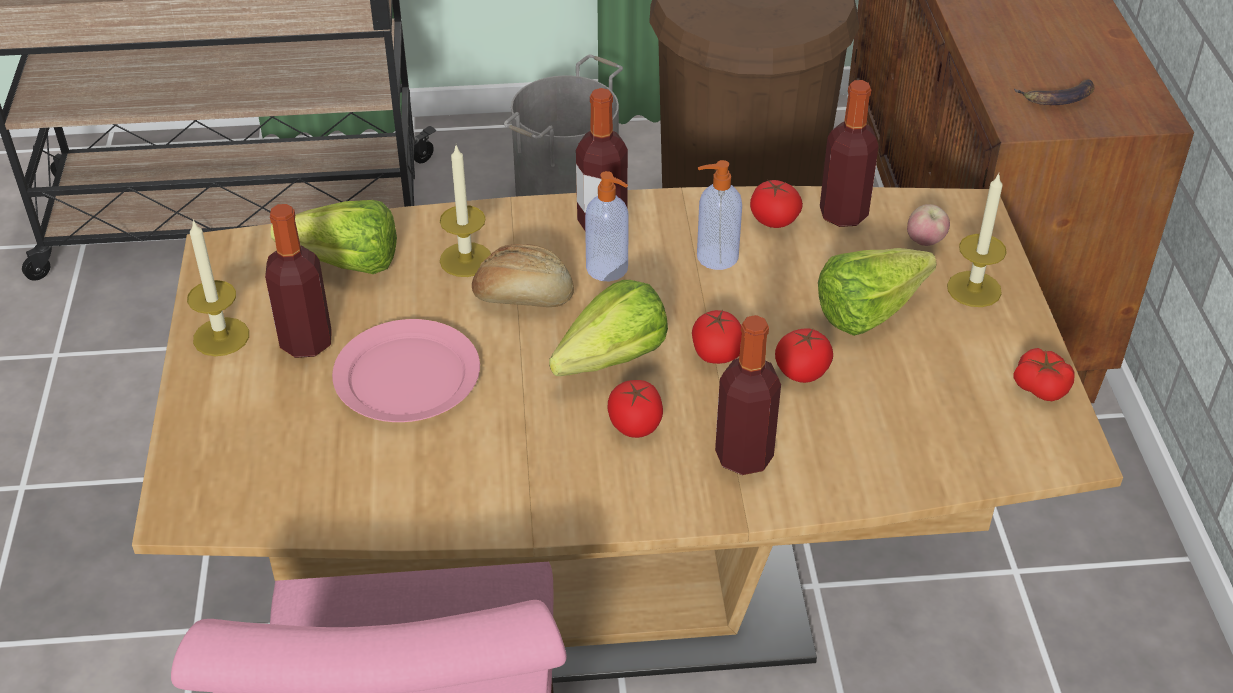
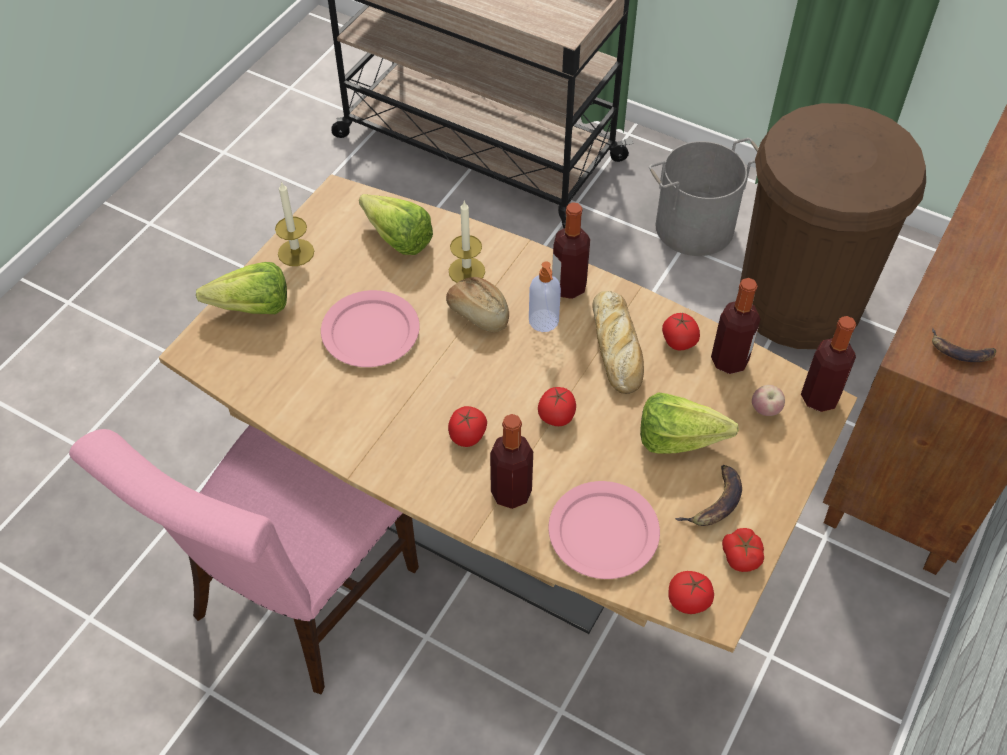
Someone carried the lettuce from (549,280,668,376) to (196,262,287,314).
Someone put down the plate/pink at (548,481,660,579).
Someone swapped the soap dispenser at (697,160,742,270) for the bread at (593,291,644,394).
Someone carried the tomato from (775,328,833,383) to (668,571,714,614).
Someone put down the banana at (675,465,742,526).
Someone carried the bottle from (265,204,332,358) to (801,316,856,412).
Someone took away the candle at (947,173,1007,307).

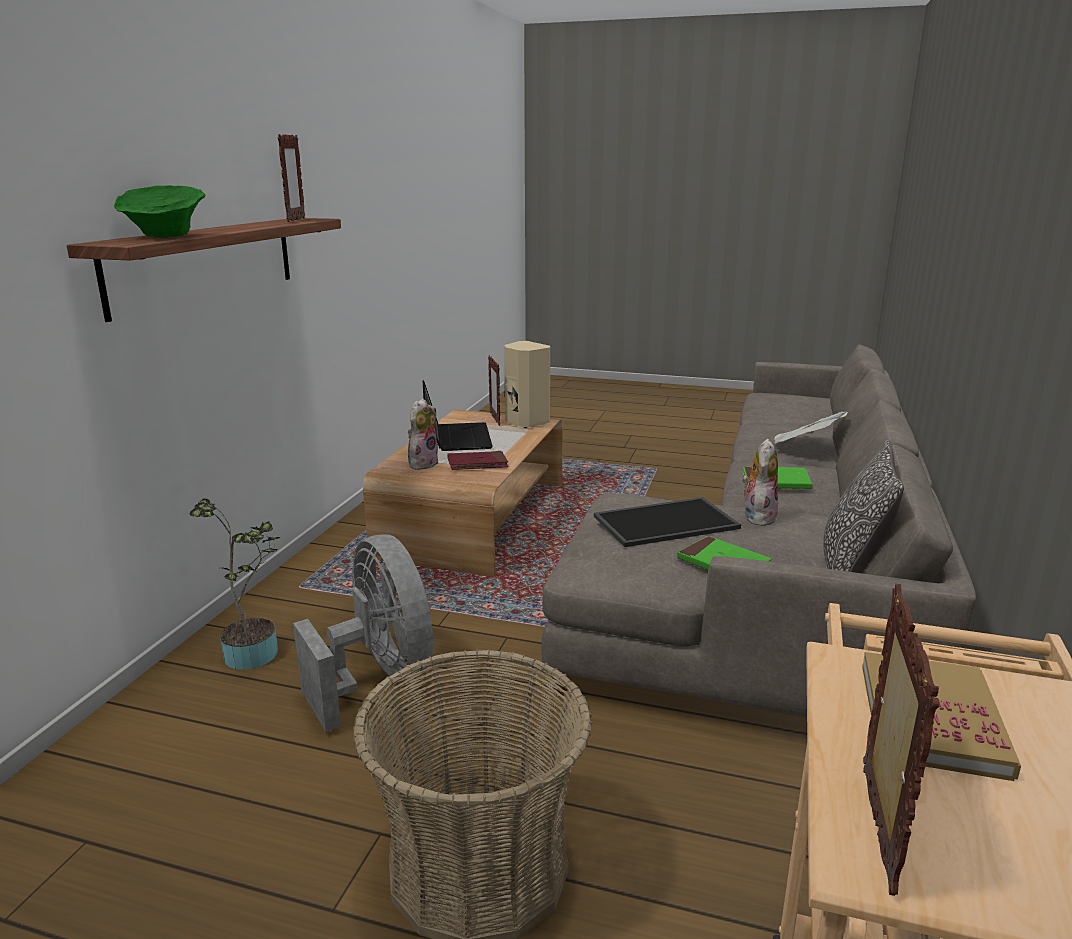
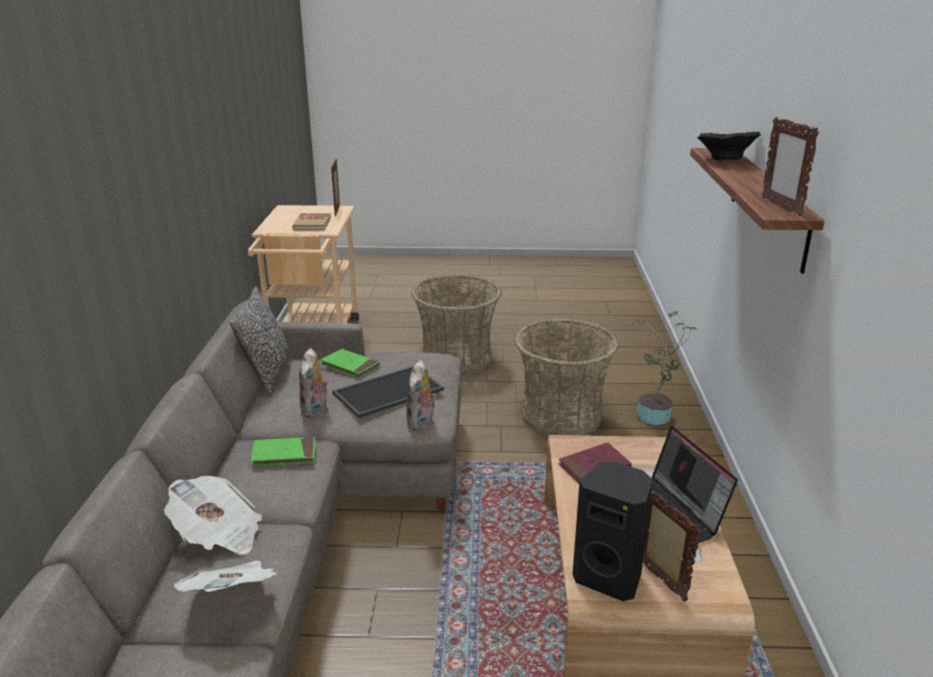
Someone put down the newspaper at (174,561,278,592).
Someone carried the plush toy from (408,399,439,470) to (406,360,436,431).
Someone swapped the fan/grey at (293,534,433,732) for the basket at (514,318,619,435).
Someone repainted the speaker/beige at (504,341,550,428), which became the speaker/black at (573,462,653,601).
Someone repainted the bowl/green at (114,185,205,238), which became the bowl/black at (697,131,761,160).

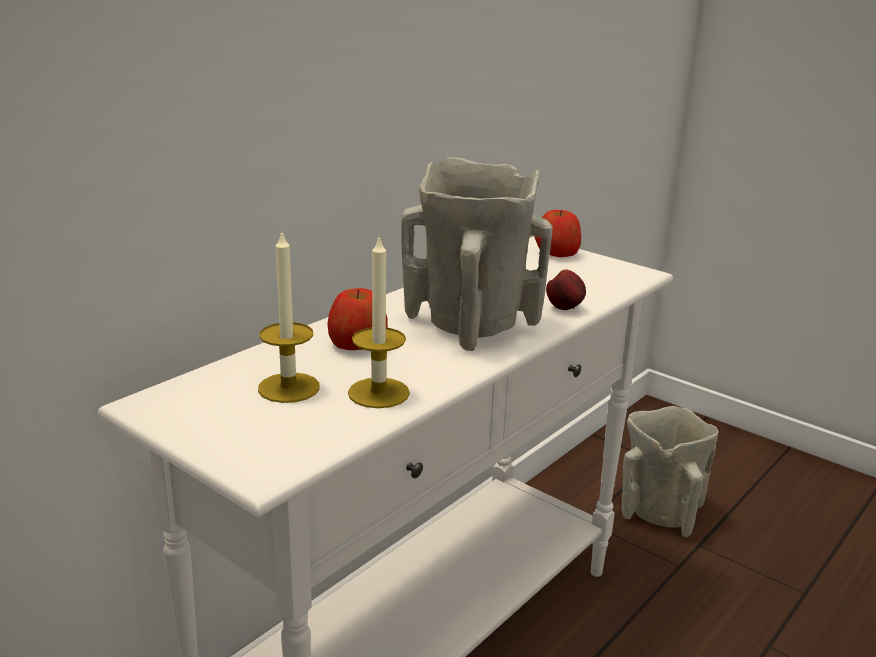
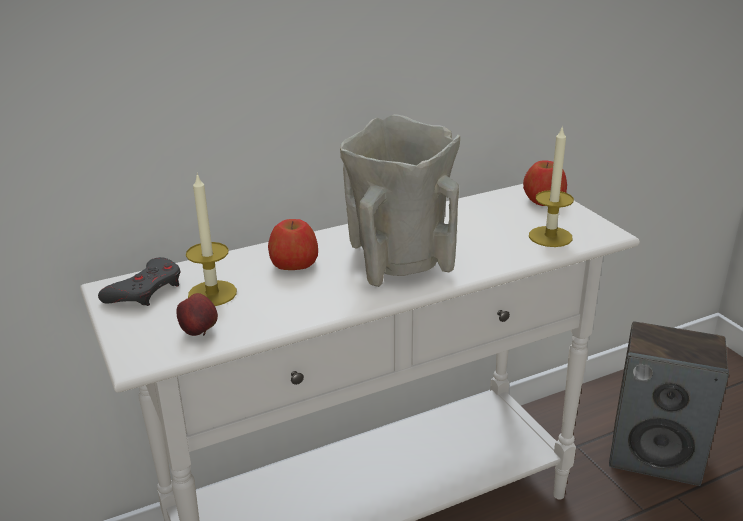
Someone put down the game controller/grey at (98,257,180,306).
Someone carried the apple from (546,270,586,310) to (176,293,218,336).
Someone carried the candle from (348,234,410,408) to (529,125,574,247).
Someone swapped the vase/beige at (621,406,718,537) for the speaker at (609,321,729,486).

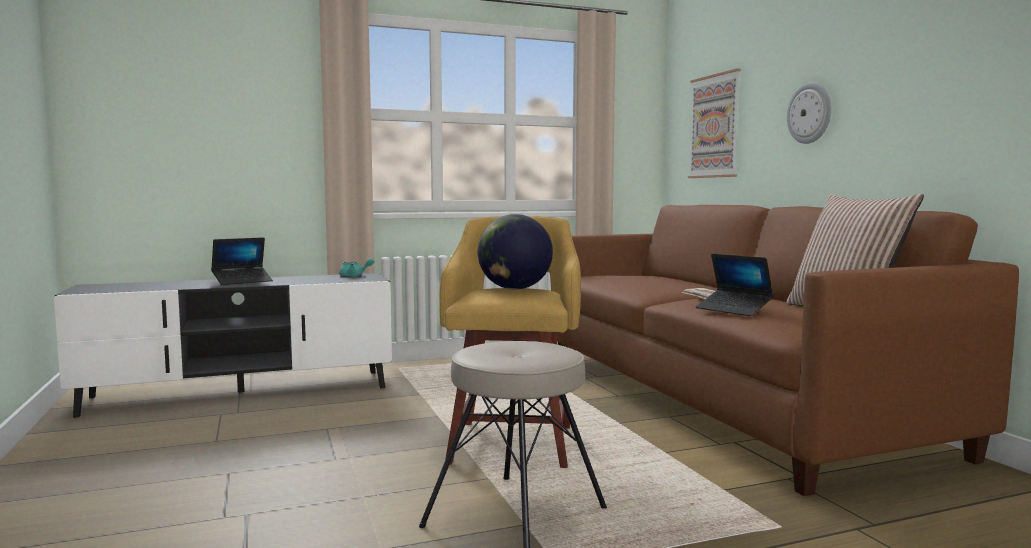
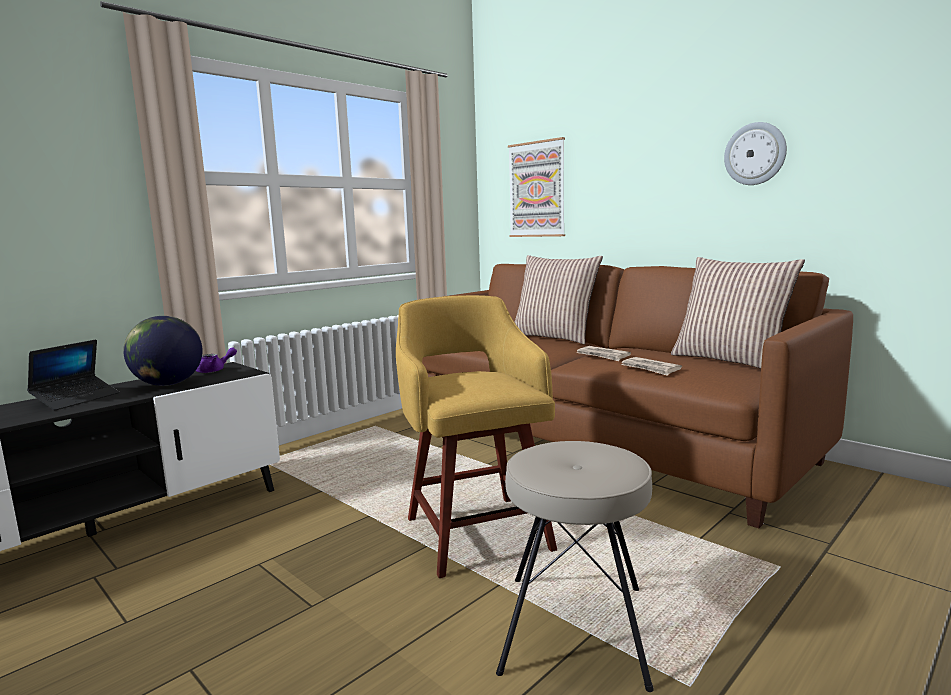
Someone carried the globe from (478,214,553,290) to (123,316,203,386).
Someone repainted the teapot/turquoise at (339,258,375,277), which became the teapot/purple at (196,347,237,373).
Someone put down the pillow at (515,255,603,344).
Someone swapped the laptop at (696,254,774,316) for the newspaper at (621,357,682,376).
Someone carried the wall clock from (787,82,832,144) to (724,122,787,185).

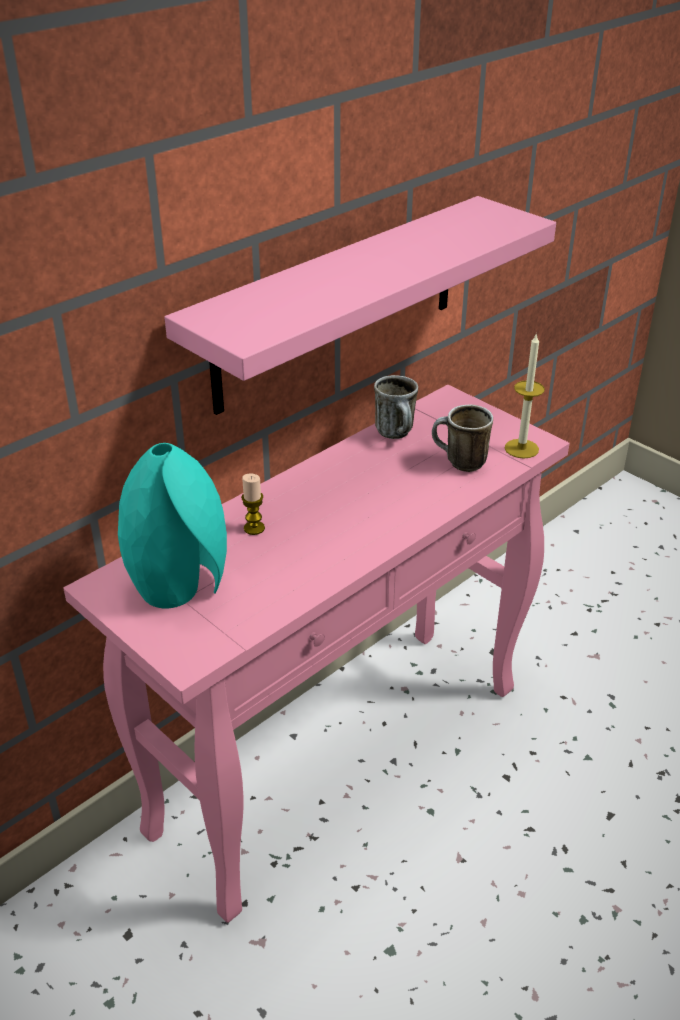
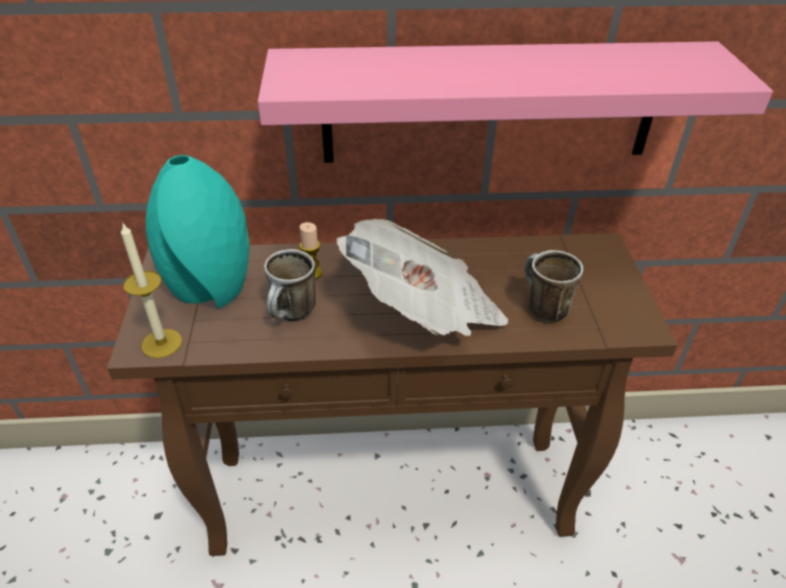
Someone repainted the console table/pink at (63,385,570,923), which became the console table/brown at (107,233,678,556).
Someone carried the candle from (505,333,545,459) to (121,224,182,358).
Someone carried the mug from (374,375,418,439) to (264,249,316,321).
Someone put down the newspaper at (337,219,508,336).

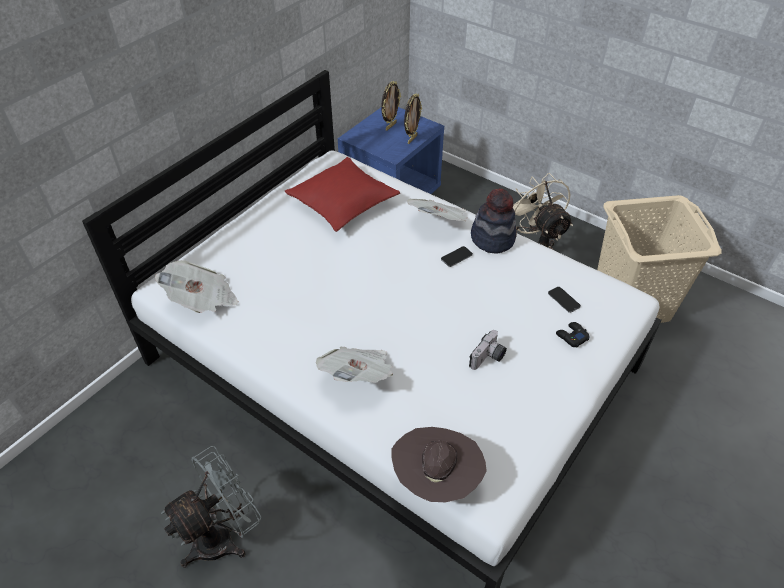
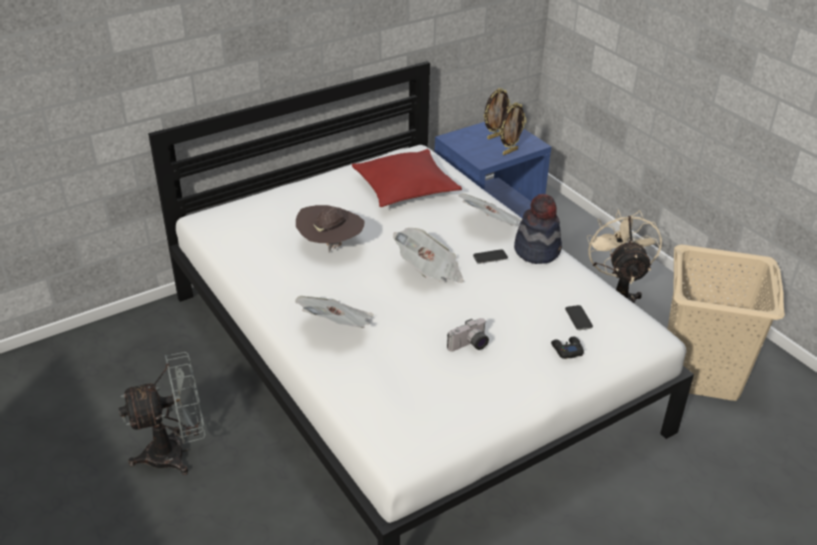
Someone carried the hat/brown from (392,427,487,502) to (296,205,365,253).
Someone carried the newspaper from (155,260,239,313) to (393,228,464,283).

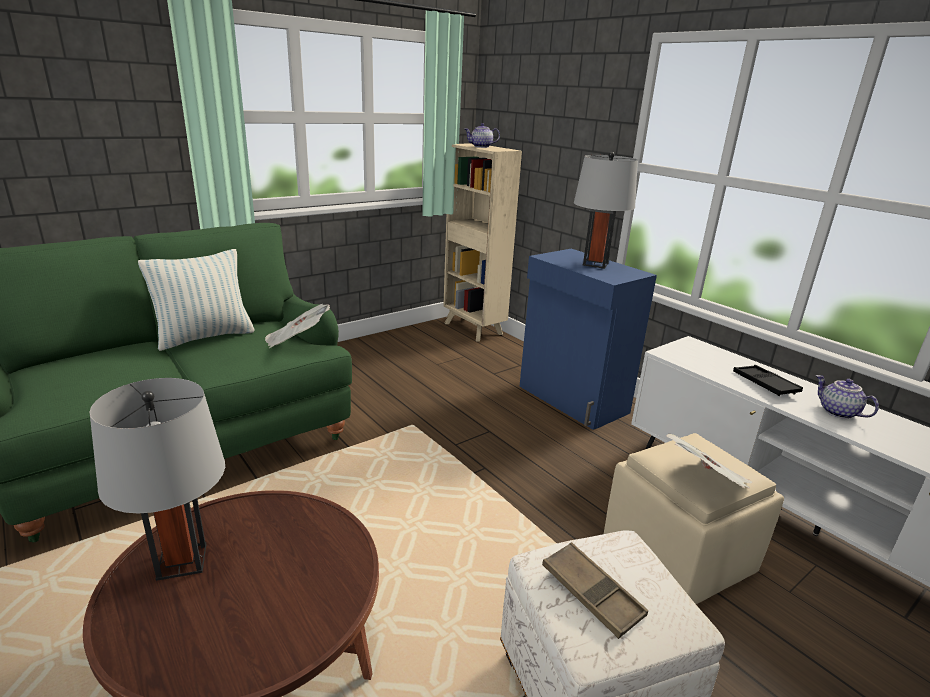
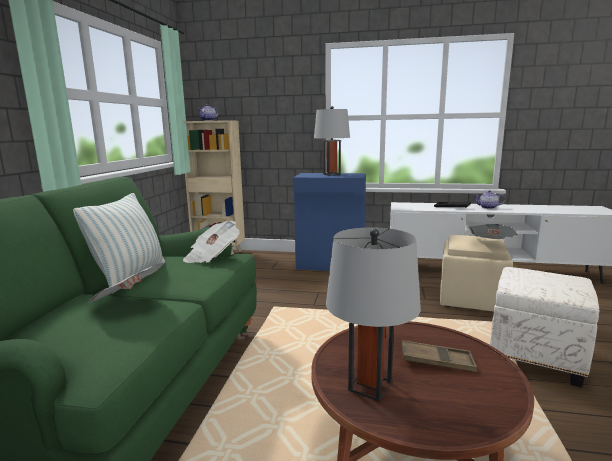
Someone put down the newspaper at (86,263,165,304).
Someone carried the tray/brown from (542,542,648,639) to (402,340,478,372).

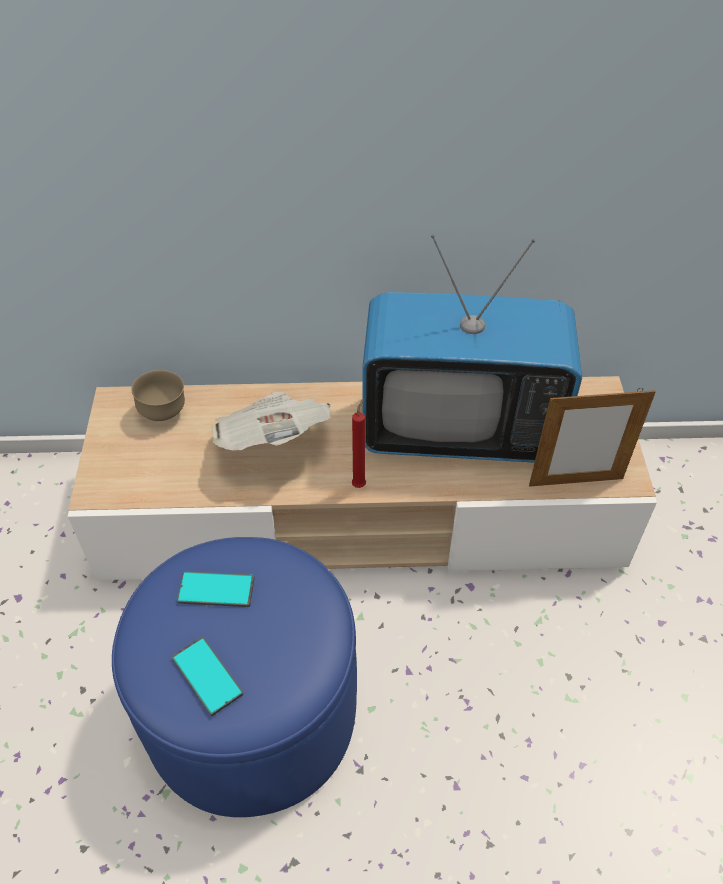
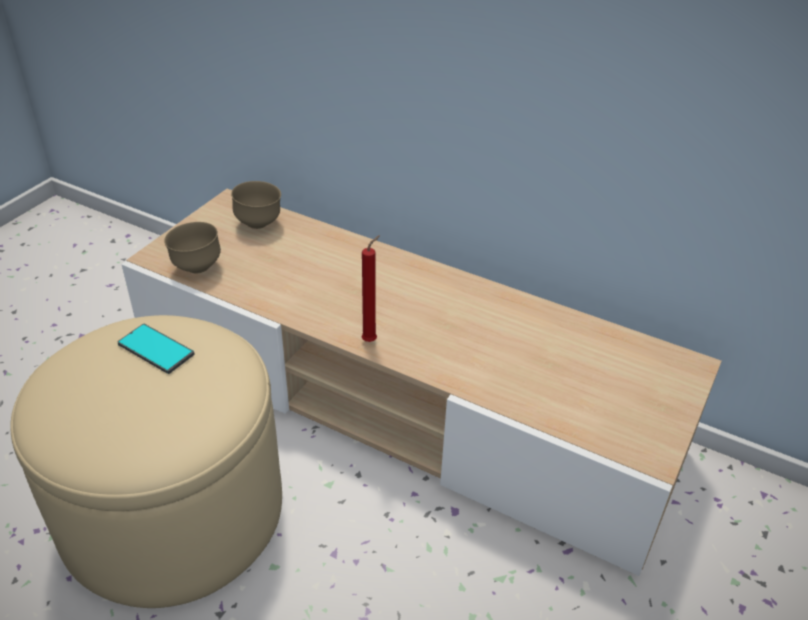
Someone repainted the ottoman/blue at (112,537,357,817), which became the ottoman/beige at (10,315,282,608).
Someone put down the bowl/brown at (164,222,221,273).
Someone took away the phone at (171,637,243,716).
Someone took away the newspaper at (212,391,331,451).
Someone took away the television at (362,235,582,463).
Someone took away the picture frame at (529,388,656,487).

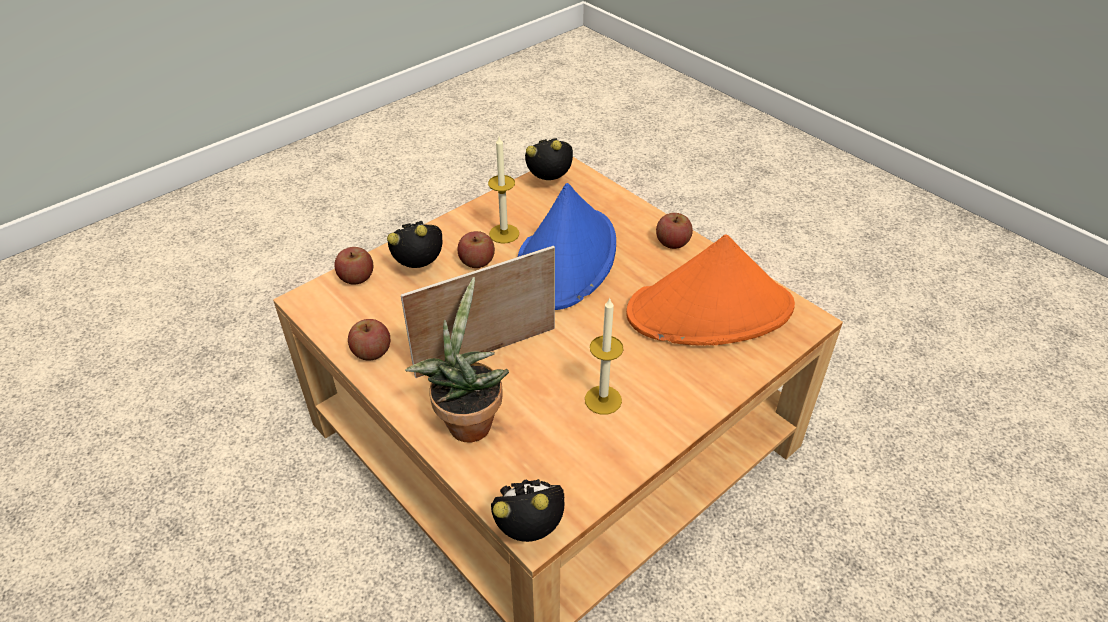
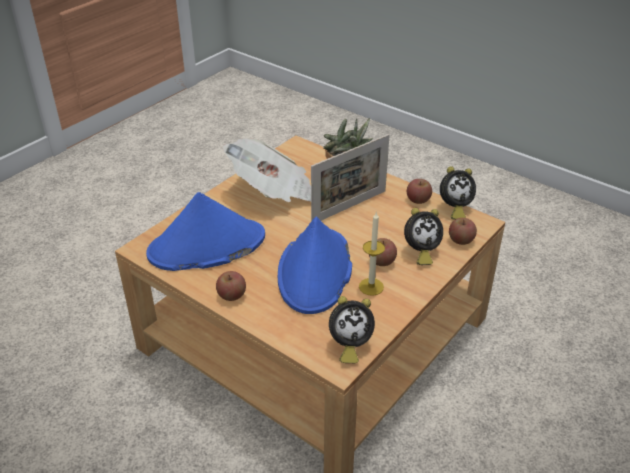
Someone repainted the hat/orange at (626,234,795,345), which became the hat/blue at (146,192,265,271).
Someone swapped the candle at (585,297,623,415) for the newspaper at (223,138,311,202).
Someone carried the alarm clock from (491,479,564,542) to (440,166,476,220).

